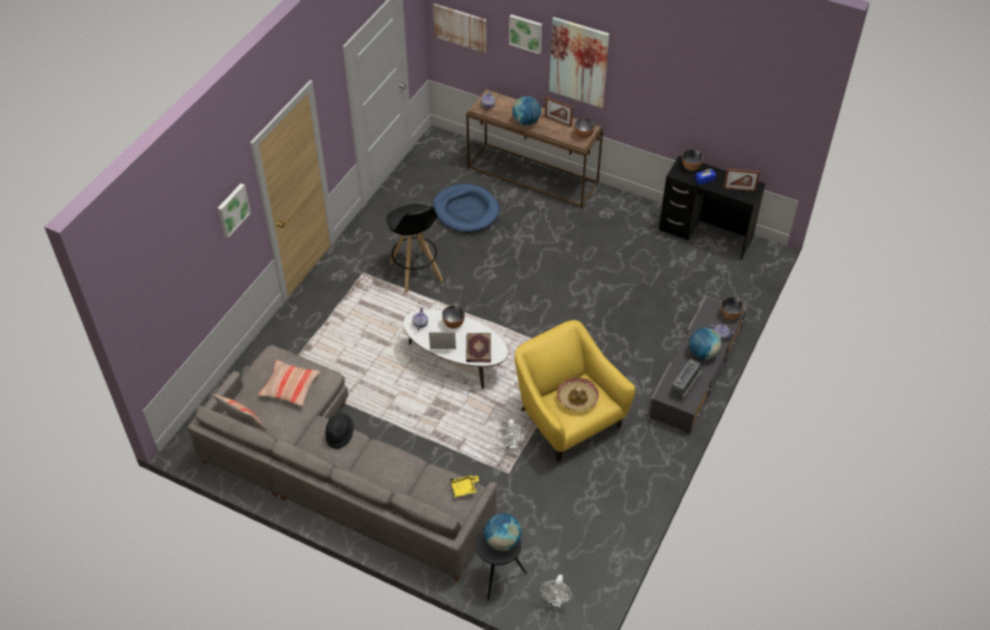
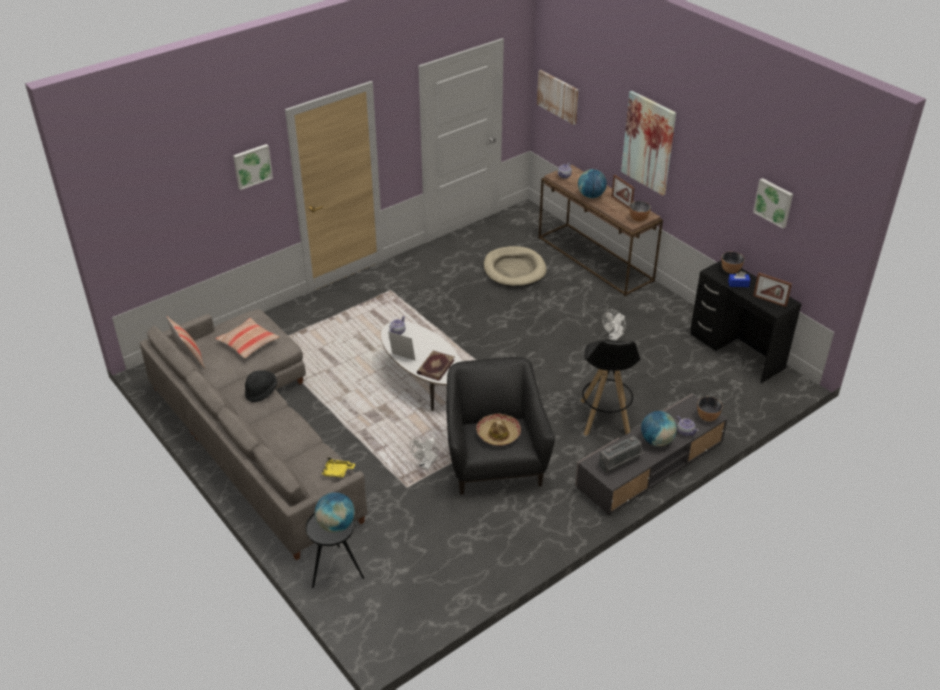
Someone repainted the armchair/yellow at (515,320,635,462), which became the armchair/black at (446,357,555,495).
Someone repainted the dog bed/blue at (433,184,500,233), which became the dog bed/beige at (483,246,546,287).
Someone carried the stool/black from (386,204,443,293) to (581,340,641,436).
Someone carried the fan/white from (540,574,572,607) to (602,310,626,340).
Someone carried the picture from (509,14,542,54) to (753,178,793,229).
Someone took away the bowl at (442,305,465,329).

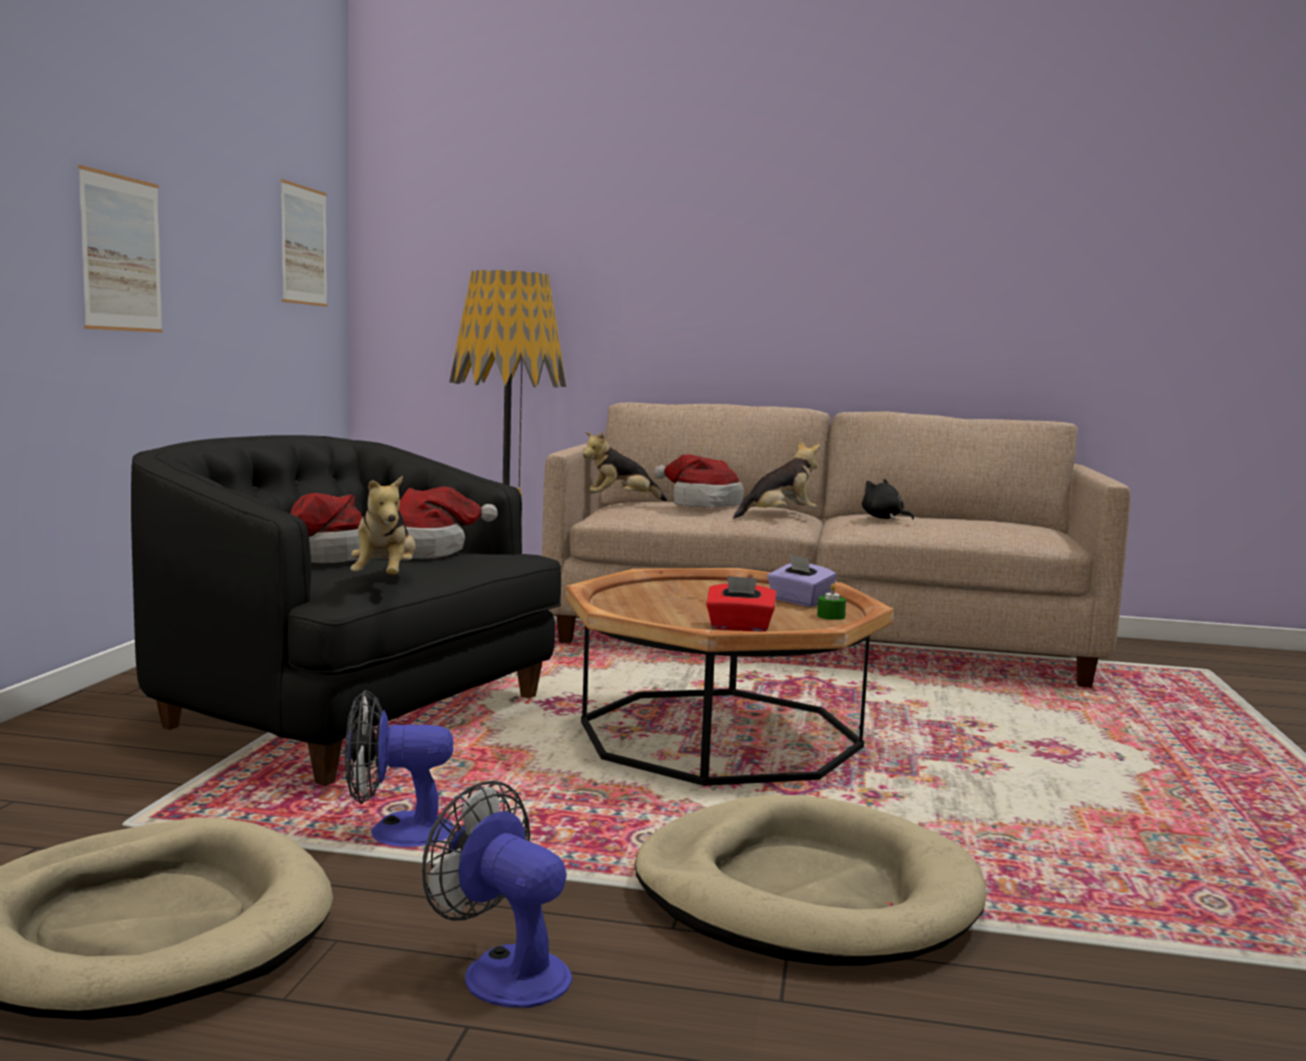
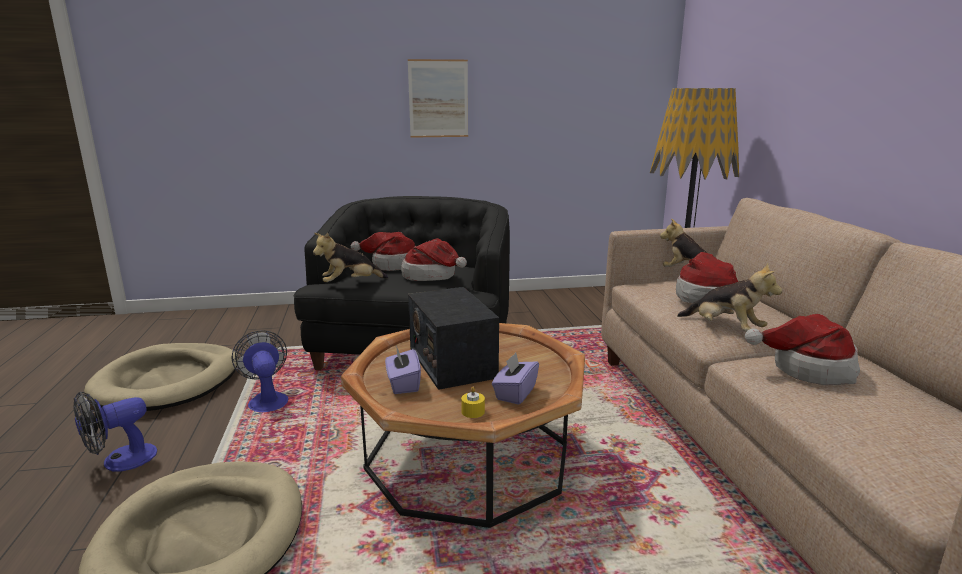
Someone rotated the fan at (422,781,572,1008) by 150 degrees counterclockwise.
Someone repainted the tissue box/red at (706,576,776,631), which became the tissue box/purple at (385,345,421,394).
Someone put down the radio at (408,287,499,390).
Someone repainted the candle/green at (817,584,846,620), which became the candle/yellow at (461,387,485,418).
Someone swapped the plush toy/black at (862,479,914,520) for the hat at (745,314,860,385).
Someone took away the picture at (281,179,327,307).

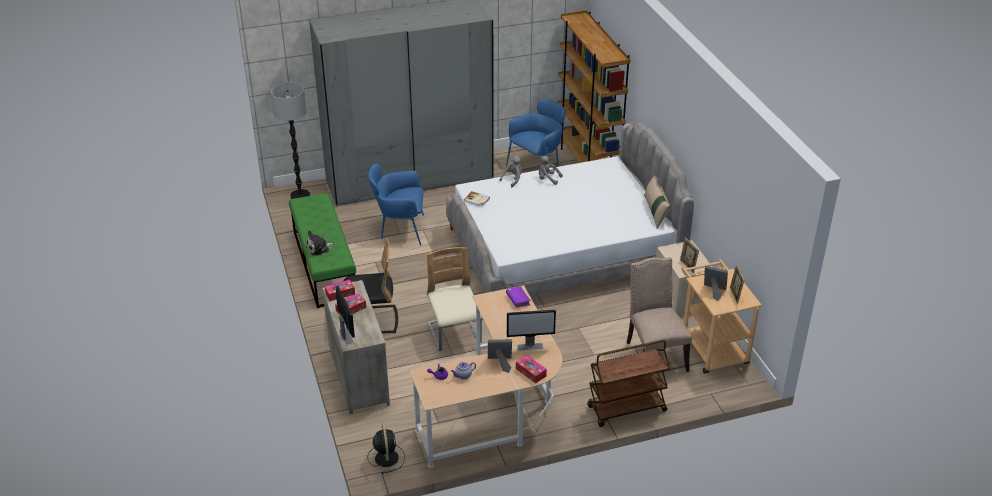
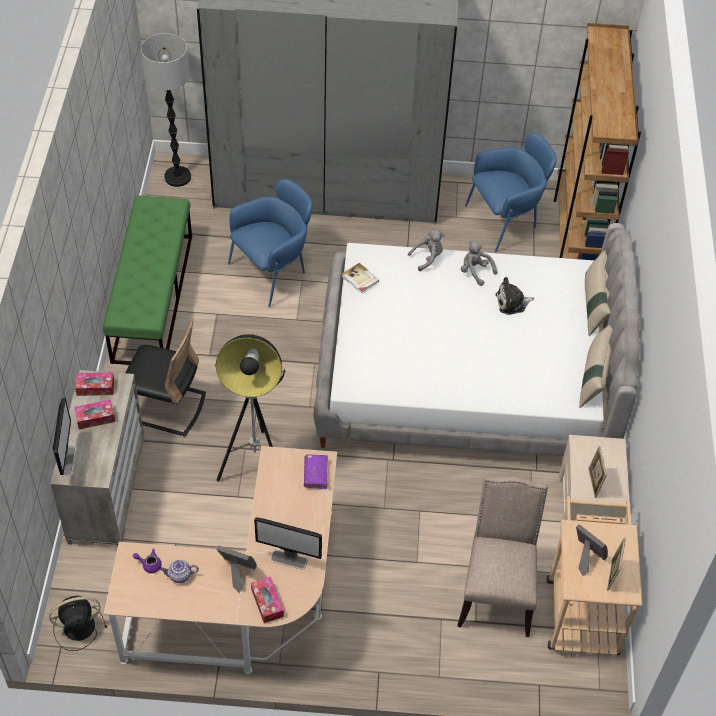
Someone rotated the fan/black at (367,423,405,474) by 120 degrees counterclockwise.
Someone swapped the chair/beige at (427,247,482,351) for the floor lamp at (215,334,286,482).
Someone rotated the armchair/blue at (368,163,424,246) by 120 degrees clockwise.
Someone carried the plush toy from (306,230,334,256) to (496,277,534,315).
Someone put down the pillow/beige at (585,250,611,336).
Someone took away the cart/brown at (587,340,670,427).

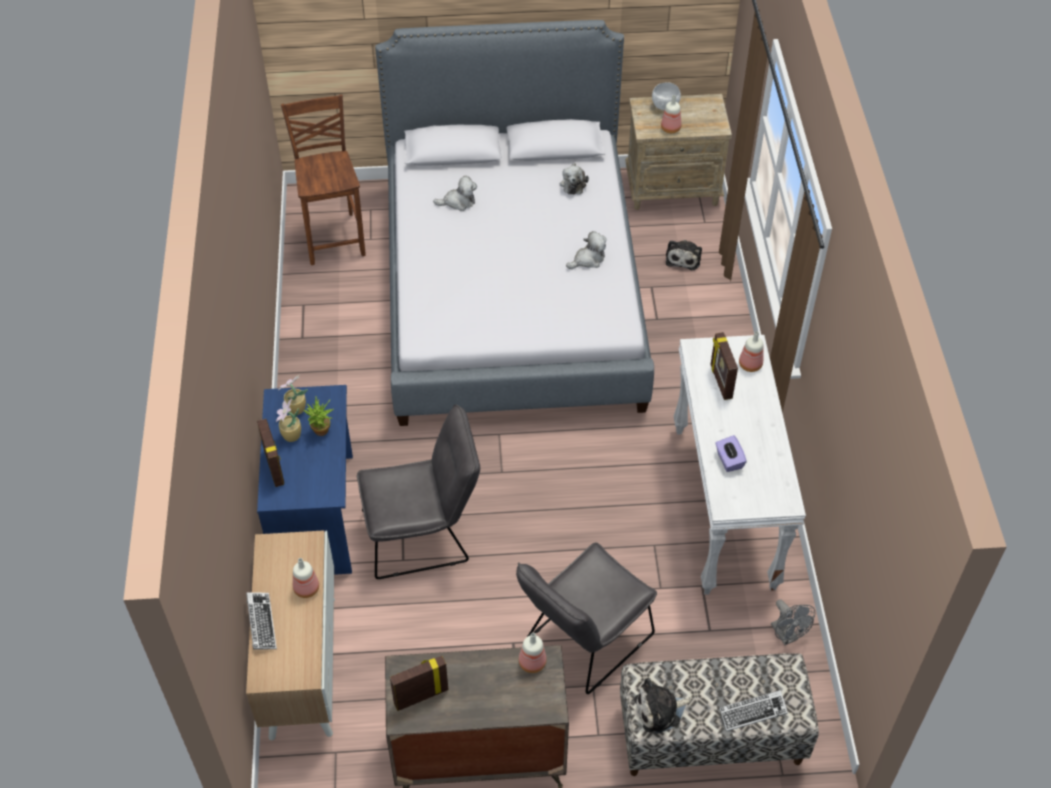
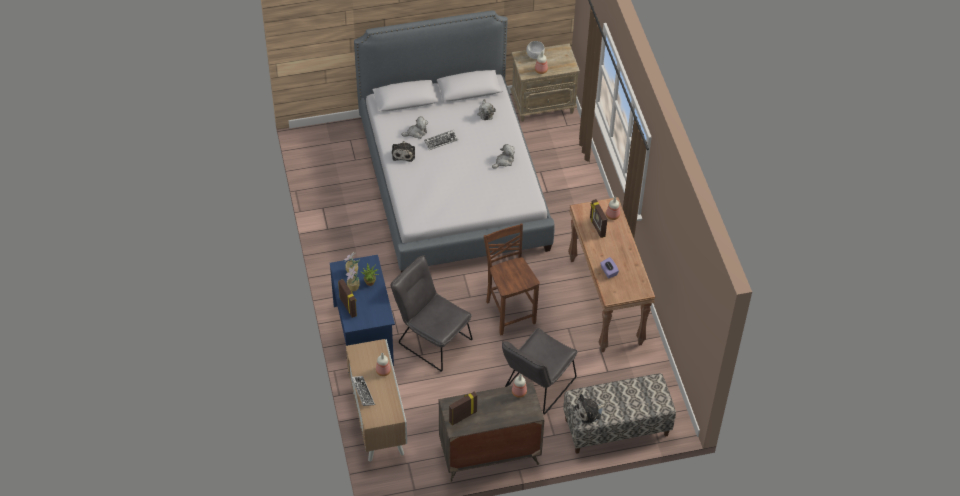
Someone rotated the chair/grey at (357,404,480,579) by 120 degrees counterclockwise.
Someone carried the plush toy from (666,240,702,270) to (392,141,415,162).
Someone carried the keyboard from (719,690,788,731) to (424,130,458,150).
Someone carried the chair/brown from (281,95,366,265) to (484,223,540,335).
Someone repainted the console table/white at (674,335,806,595), which became the console table/brown at (568,197,655,352).
Someone took away the fan/grey at (771,599,815,645).

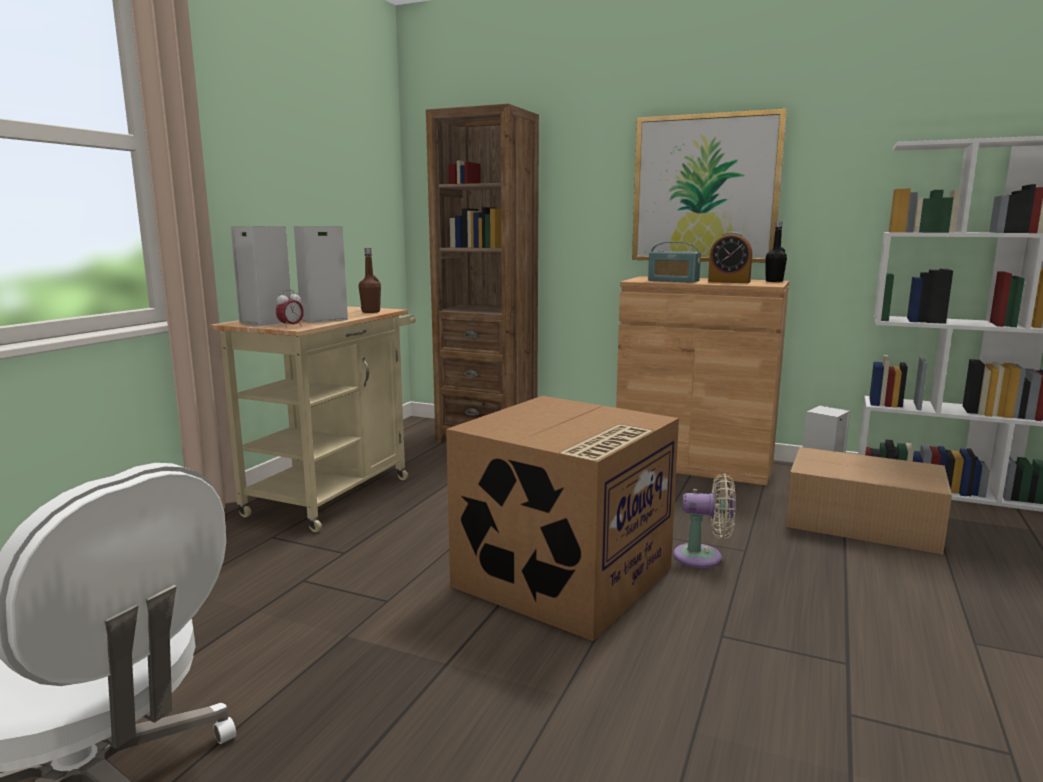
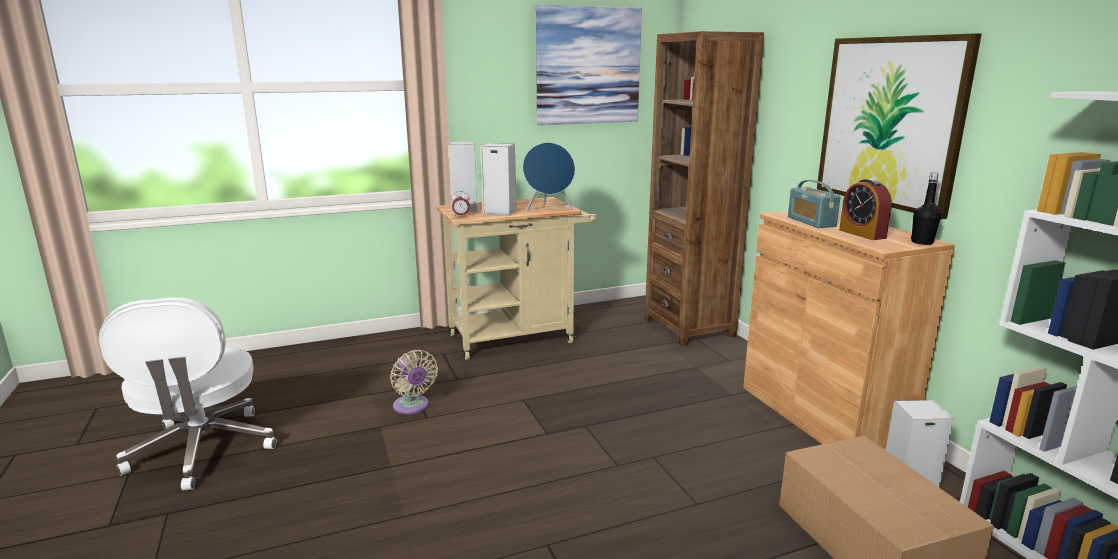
Someone carried the fan/beige from (674,474,736,568) to (390,350,438,414).
Someone swapped the bottle/brown at (359,248,381,313) for the speaker/blue at (523,142,575,211).
Someone put up the picture at (536,5,642,125).
Someone took away the cardboard box at (446,396,679,641).

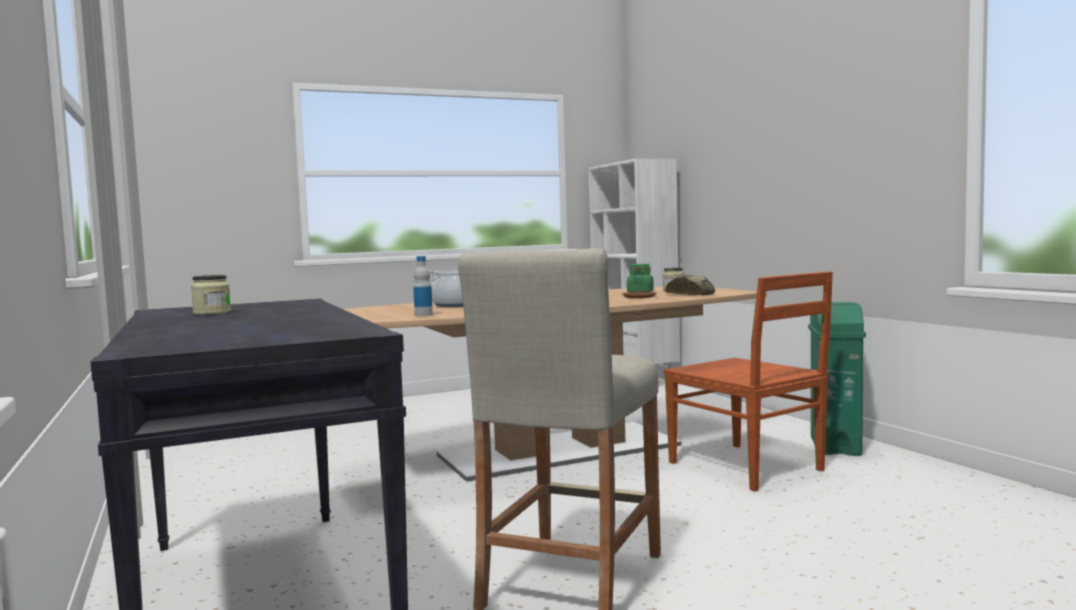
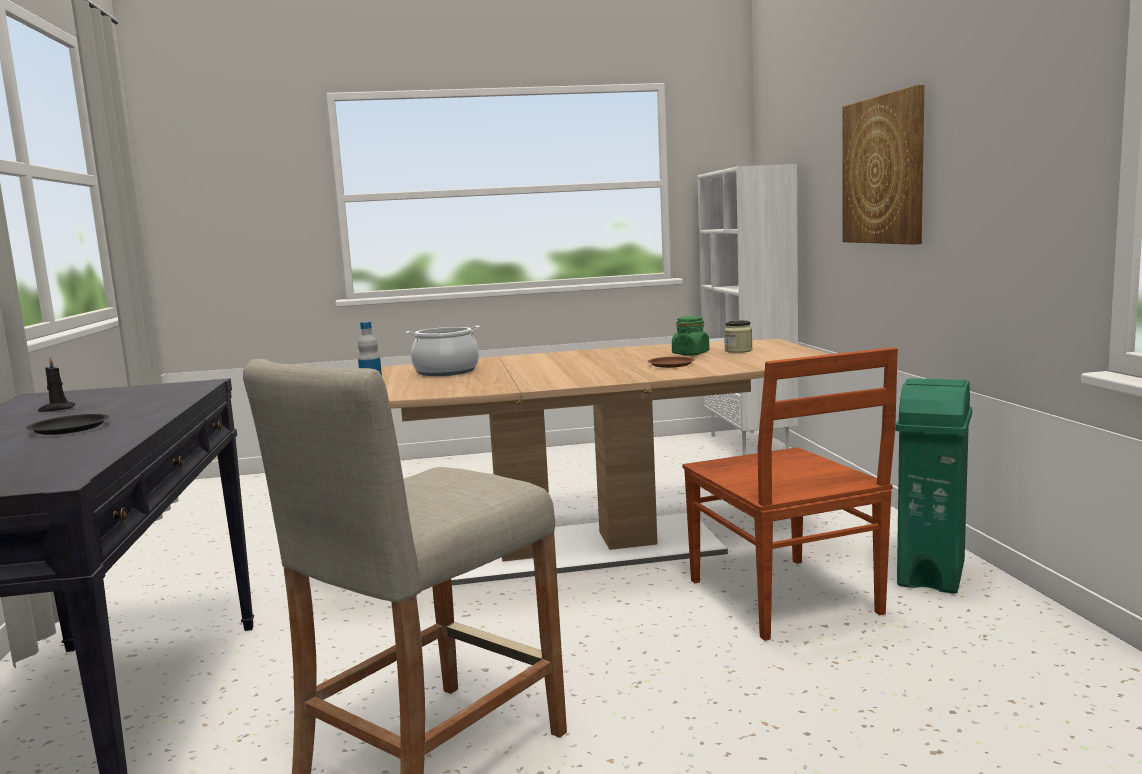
Someone put down the plate/black at (26,414,109,435).
Someone swapped the jar at (191,275,231,315) for the candle/black at (38,357,75,412).
Someone put up the picture at (842,85,925,245).
Someone took away the bread at (665,275,715,295).

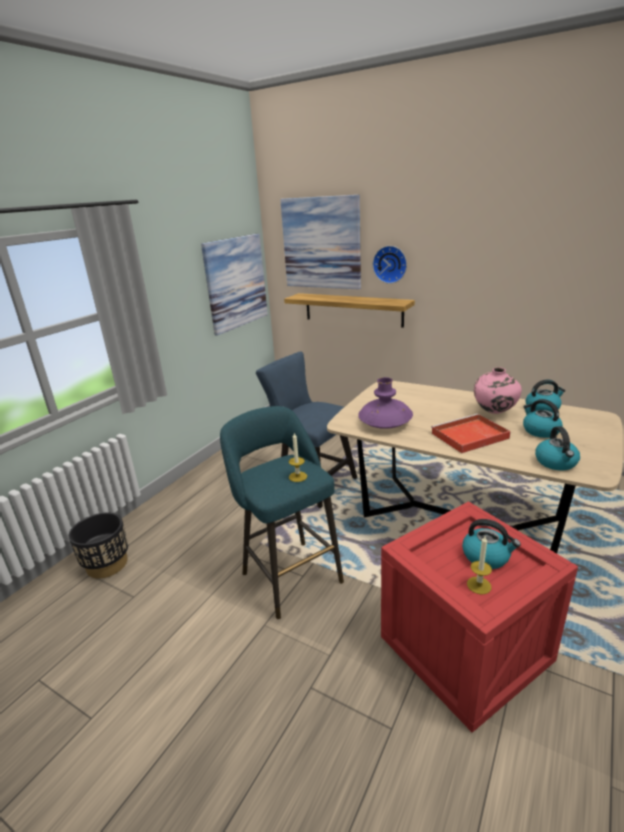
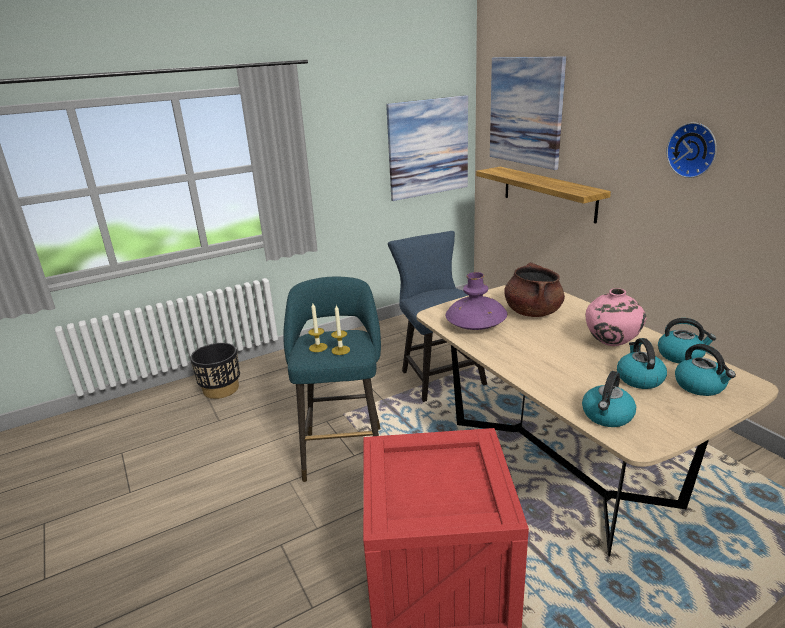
Someone carried the candle from (467,536,492,595) to (308,303,328,352).
Someone put down the cooking pot/brown at (504,262,565,317).
Someone carried the wall clock from (373,246,407,284) to (666,123,717,178).
Someone carried the kettle from (462,519,521,569) to (675,344,736,396).
Someone took away the tray/red at (431,414,511,453).

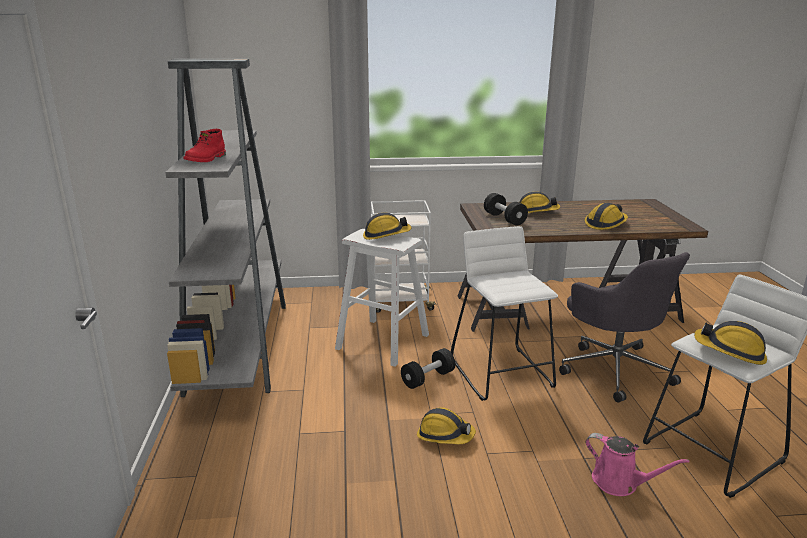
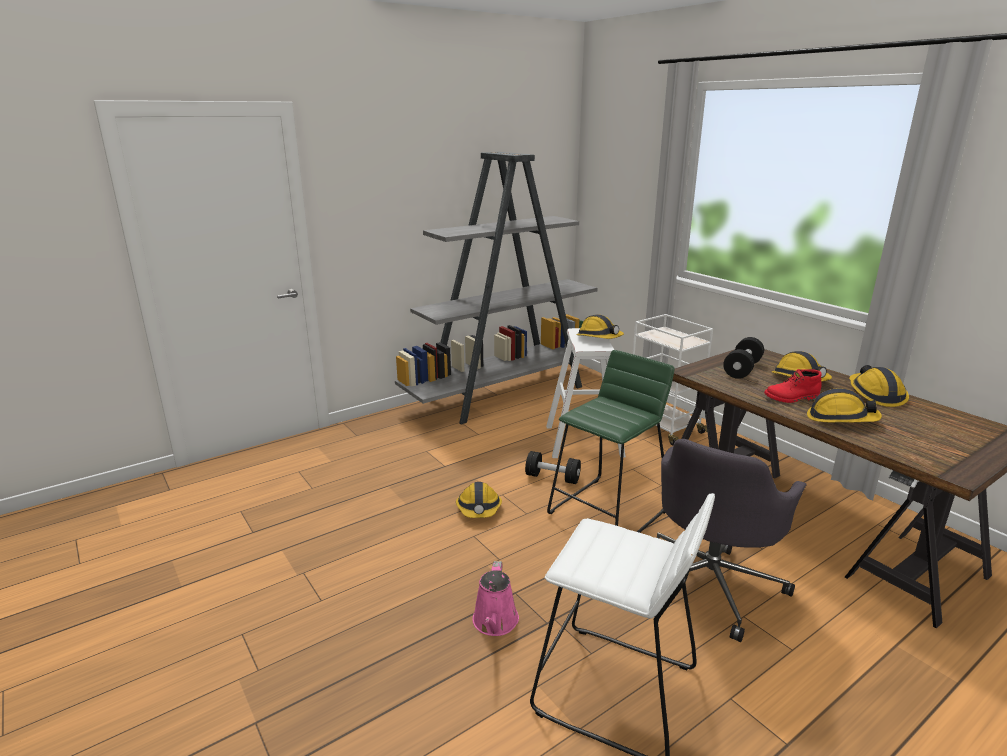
Someone repainted the stool/white at (451,226,558,401), which became the stool/green at (547,350,675,533).
Someone carried the boot/red from (184,129,226,162) to (764,369,822,403).
Someone carried the hard hat from (694,321,767,365) to (849,365,909,407).

